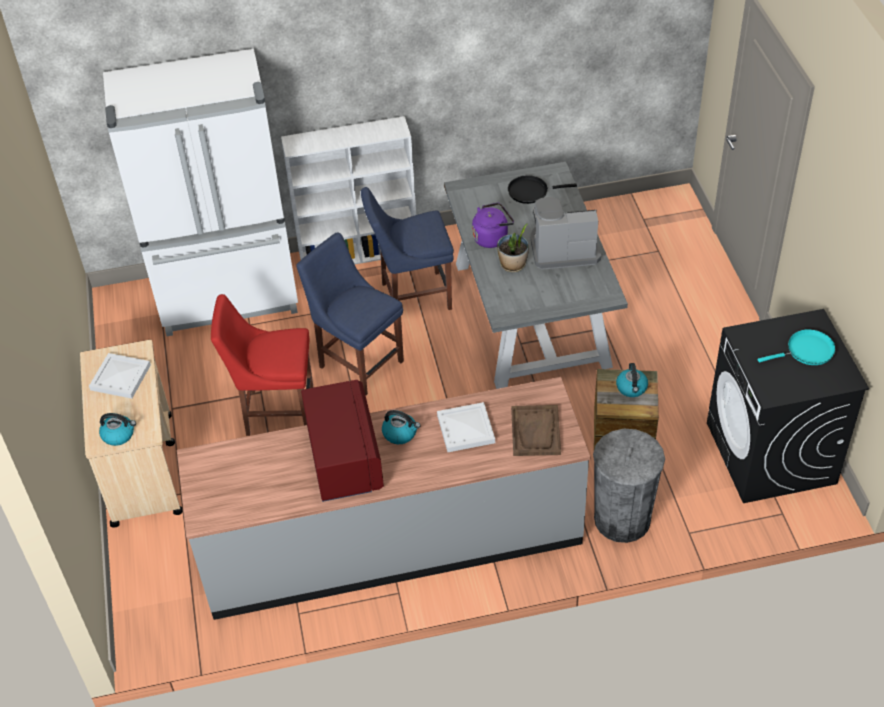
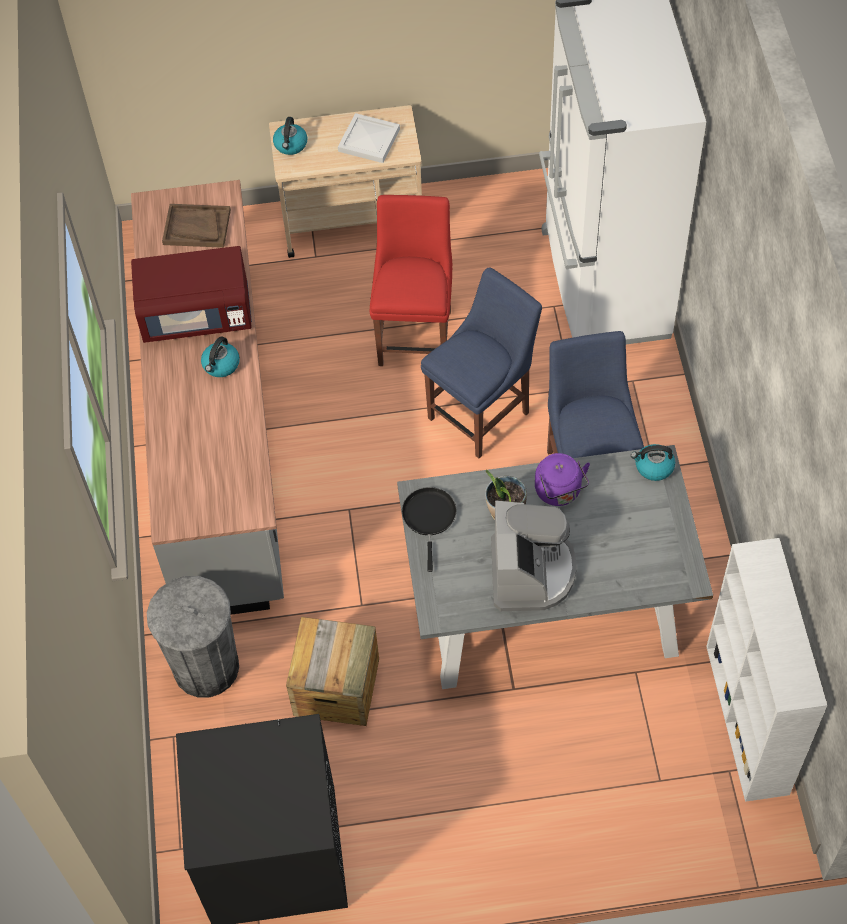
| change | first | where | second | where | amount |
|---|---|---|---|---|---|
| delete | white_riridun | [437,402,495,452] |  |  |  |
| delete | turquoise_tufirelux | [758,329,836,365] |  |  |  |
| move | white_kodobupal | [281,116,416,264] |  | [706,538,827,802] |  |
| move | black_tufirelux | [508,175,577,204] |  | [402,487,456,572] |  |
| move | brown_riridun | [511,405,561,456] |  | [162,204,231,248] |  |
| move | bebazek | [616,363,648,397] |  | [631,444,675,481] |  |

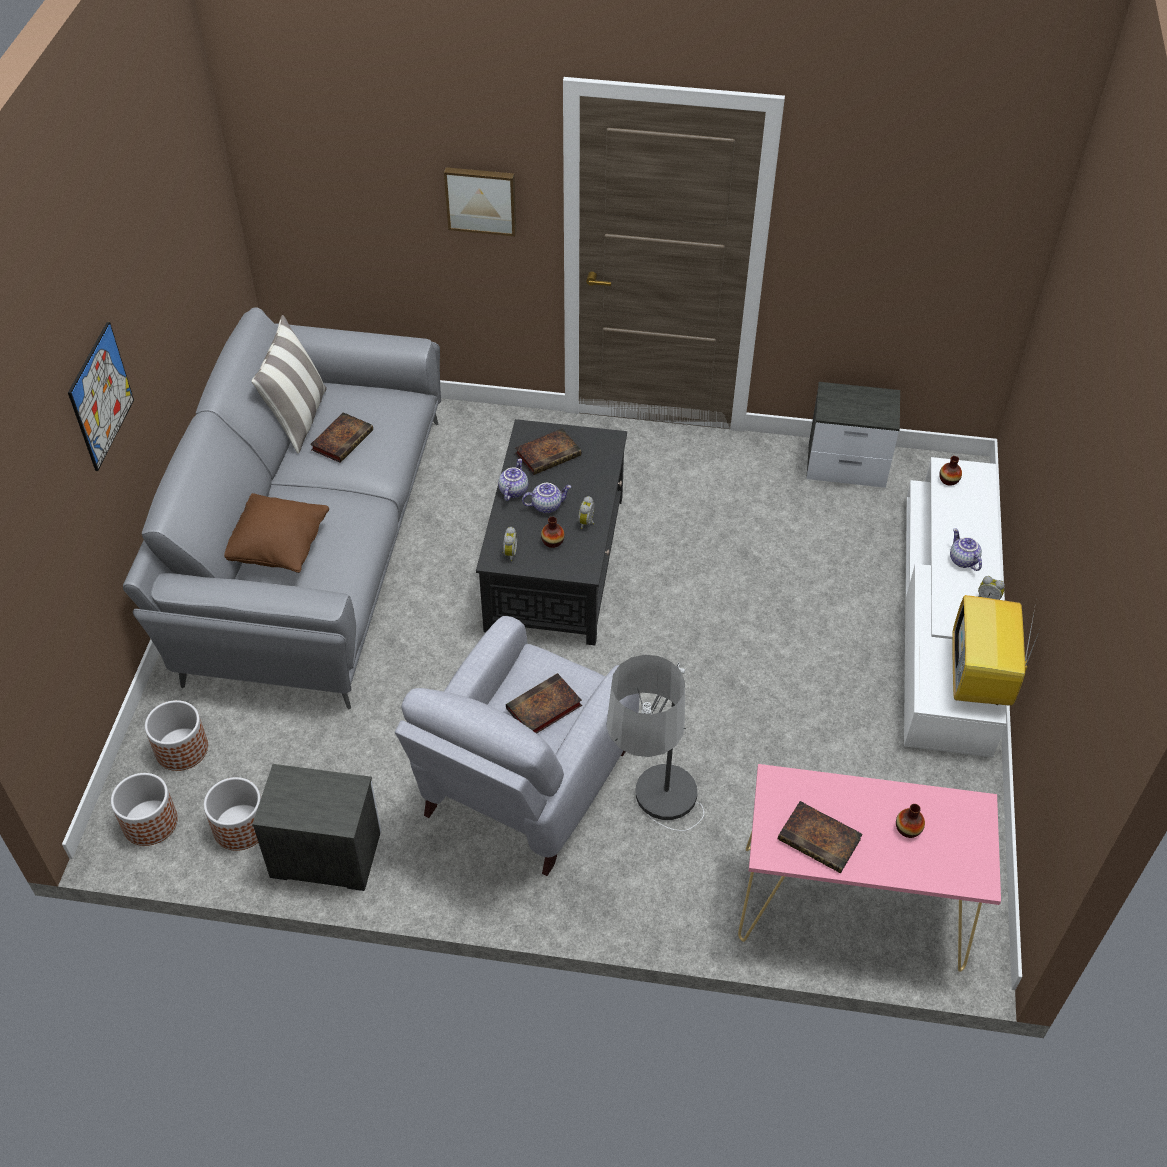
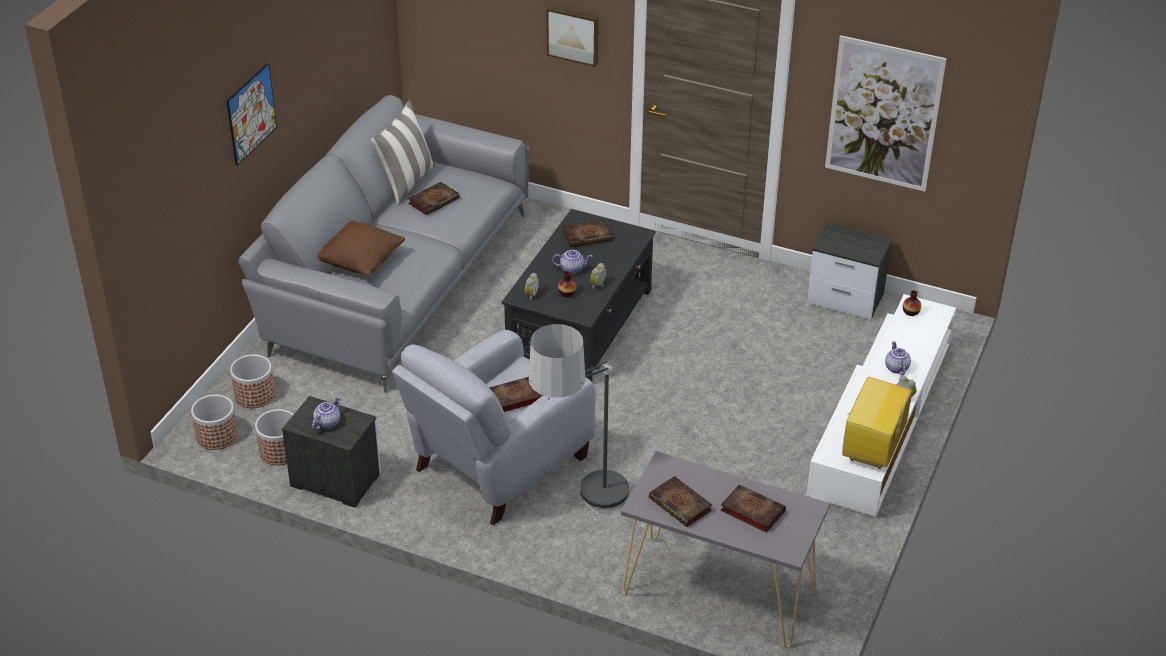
| change | first | where | second | where | amount |
|---|---|---|---|---|---|
| insert |  |  | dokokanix | [825,35,947,192] |  |
| move | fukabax | [498,459,528,501] |  | [312,396,340,430] |  |
| replace | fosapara | [896,804,925,838] | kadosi | [720,484,786,533] |  |
| recolor | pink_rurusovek | [738,764,1001,972] | grey_rurusovek | [621,451,830,648] |  |

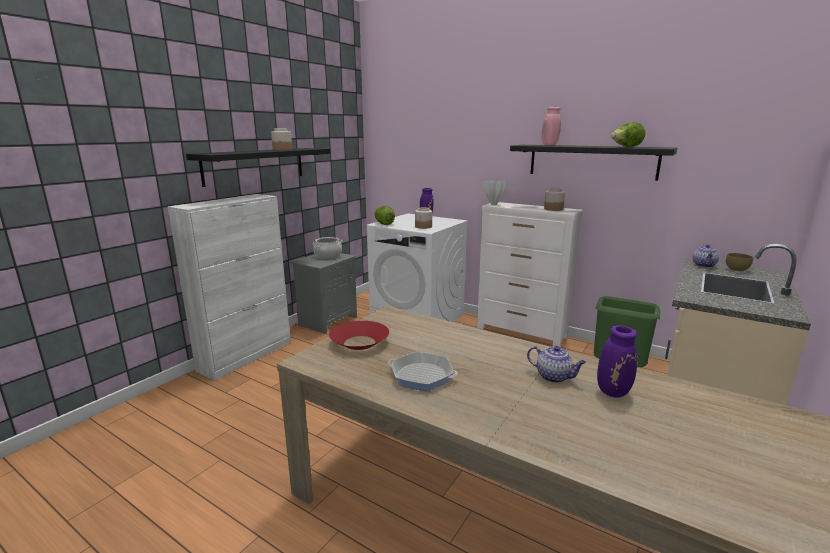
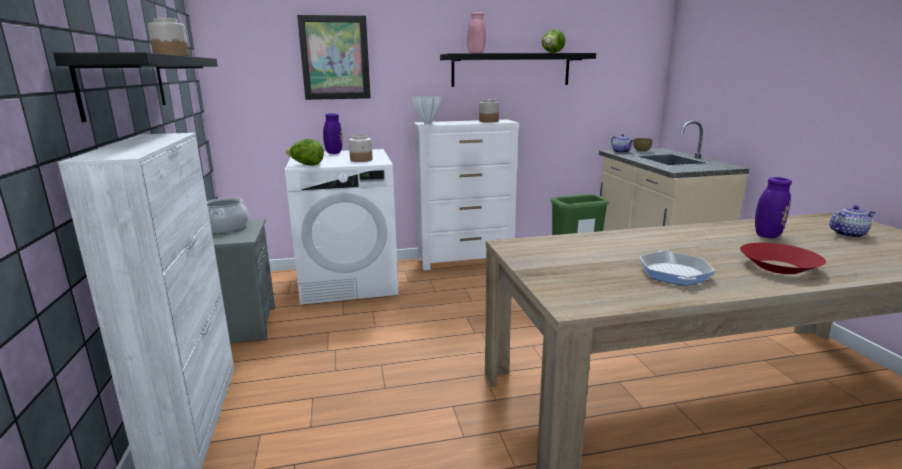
| change | first | where | second | where | amount |
|---|---|---|---|---|---|
| insert |  |  | dokokanix | [297,15,371,100] |  |
| move | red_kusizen | [329,321,389,350] |  | [740,243,826,274] |  |
| move | fukabax | [527,346,586,383] |  | [829,205,876,238] |  |
| rotate | tufirelux | [388,352,458,391] |  | [640,250,715,286] | 60 degrees counterclockwise |

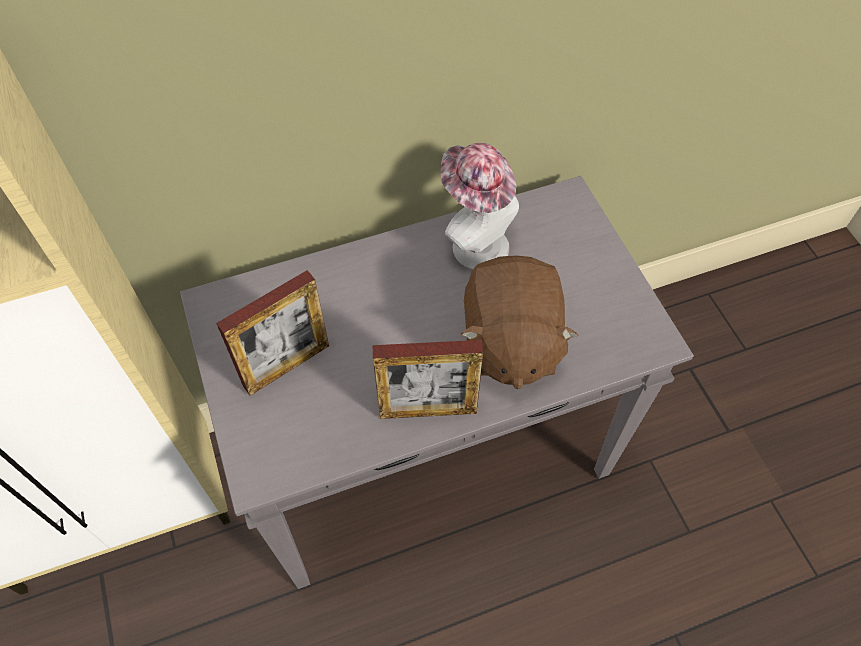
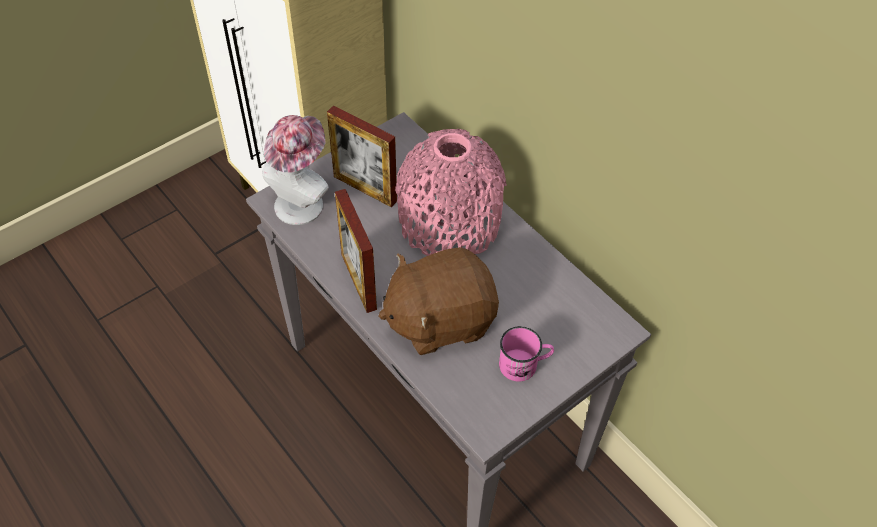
| change | first | where | second | where | amount |
|---|---|---|---|---|---|
| insert |  |  | pink_fosapara | [395,129,507,256] |  |
| insert |  |  | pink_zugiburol | [499,326,554,382] |  |
| move | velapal | [441,143,519,270] |  | [262,115,329,225] |  |

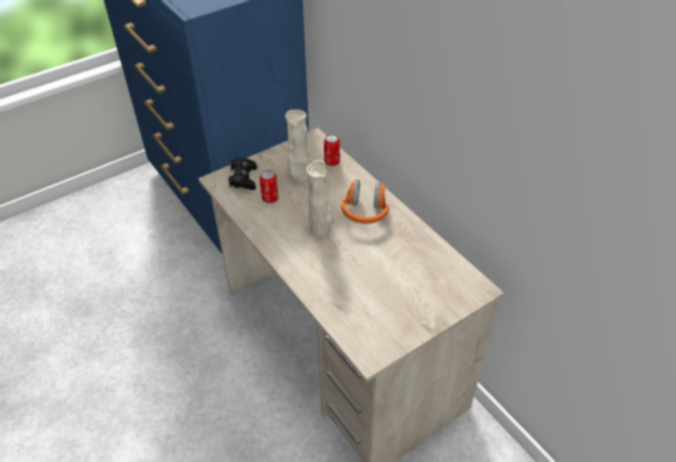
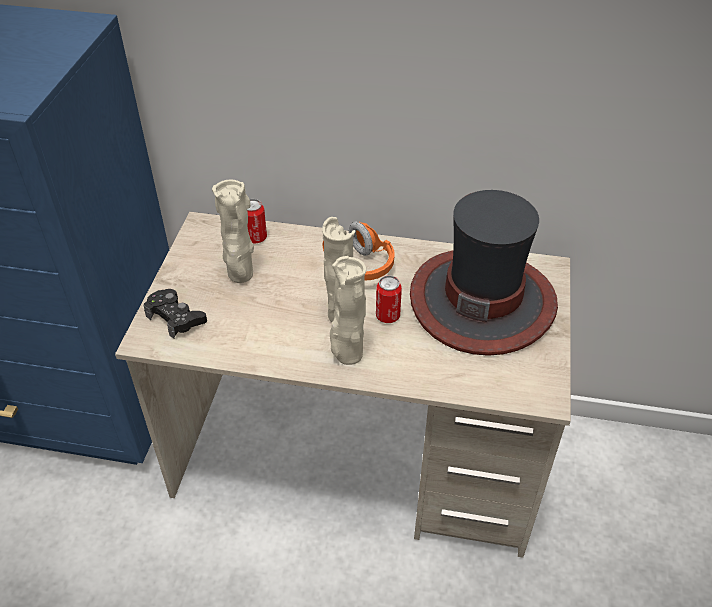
| change | first | where | second | where | amount |
|---|---|---|---|---|---|
| insert |  |  | beige_fosapara | [330,256,366,365] |  |
| insert |  |  | velapal | [410,190,558,356] |  |
| move | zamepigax | [260,170,279,203] |  | [376,276,402,323] |  |

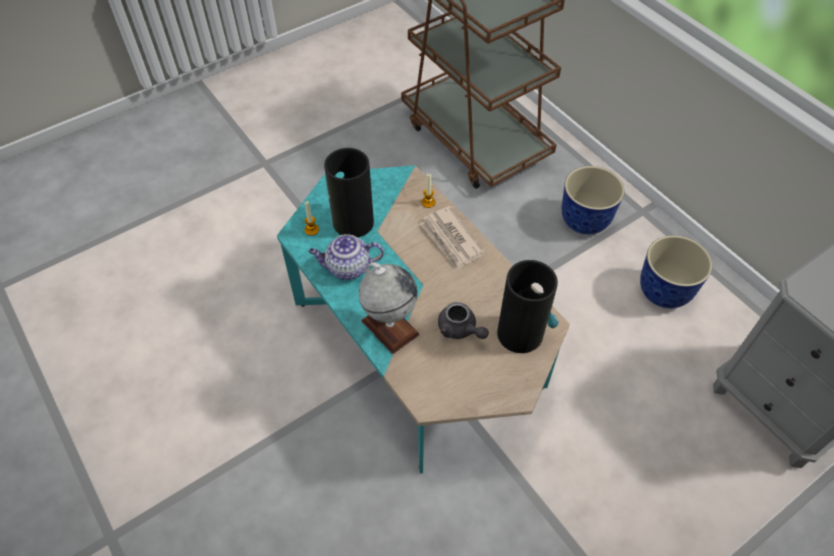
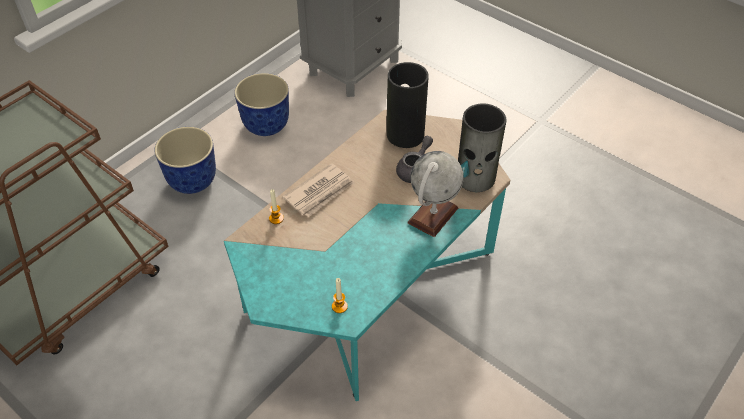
| change | first | where | second | where | amount |
|---|---|---|---|---|---|
| delete | fukabax | [308,234,384,280] |  |  |  |
| move | fosapara | [324,148,374,237] |  | [458,103,506,192] |  |

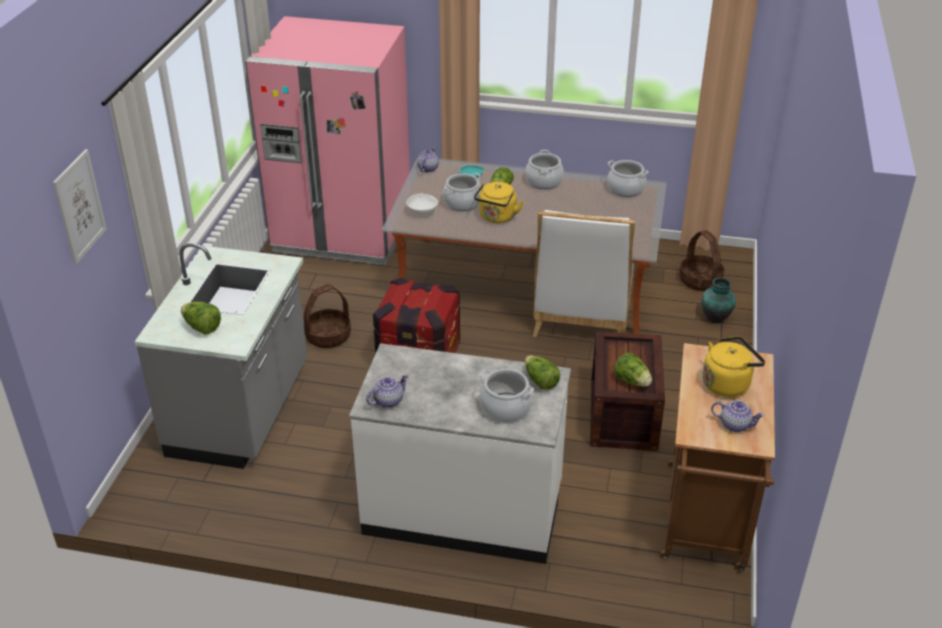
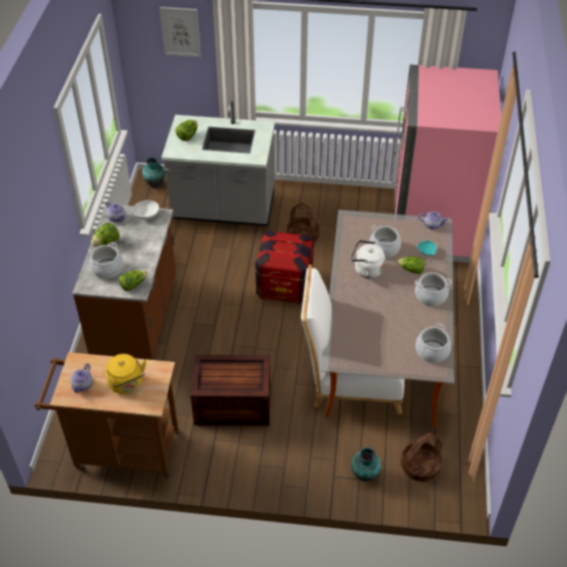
| change | first | where | second | where | amount |
|---|---|---|---|---|---|
| insert |  |  | fosapara | [142,157,165,188] |  |
| move | white_kusizen | [406,194,438,215] |  | [133,200,159,219] |  |
| move | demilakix | [614,353,652,387] |  | [91,223,120,247] |  |
| recolor | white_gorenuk | [349,343,571,564] | brown_gorenuk | [72,204,176,360] |  |
| recolor | yellow_bebazek | [474,182,523,223] | white_bebazek | [351,240,385,278] |  |

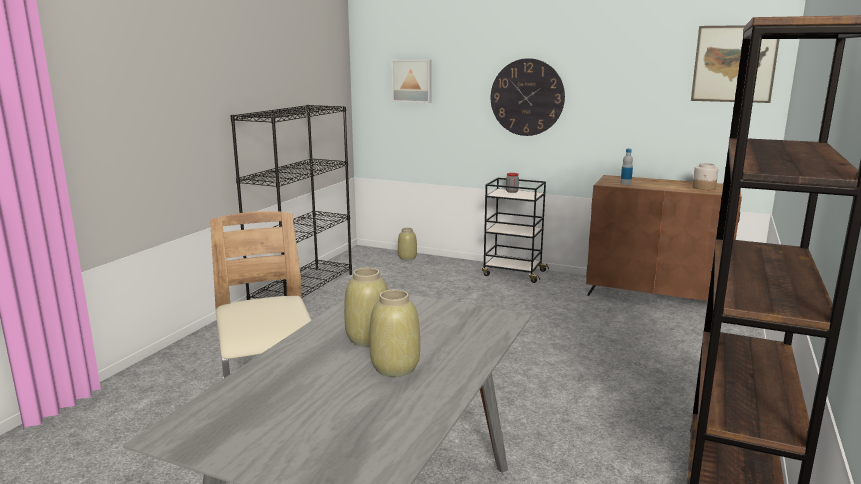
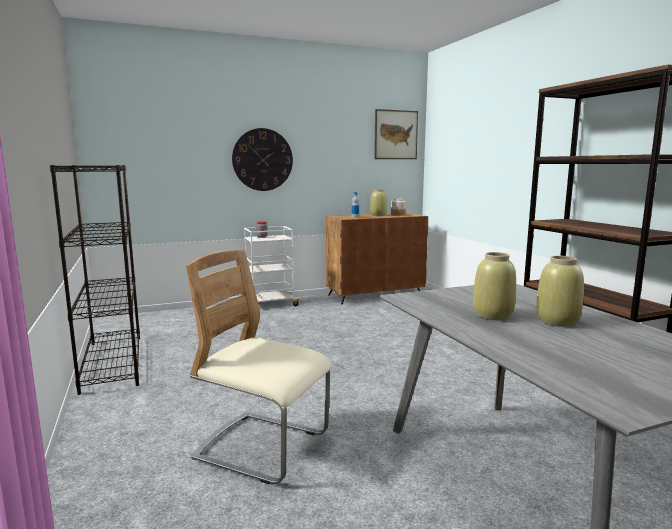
| change | first | where | second | where | amount |
|---|---|---|---|---|---|
| delete | dokokanix | [391,59,432,103] |  |  |  |
| move | beige_fosapara | [398,228,417,260] |  | [370,189,387,216] |  |
| recolor | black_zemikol | [482,178,549,283] | white_zemikol | [244,226,301,306] |  |

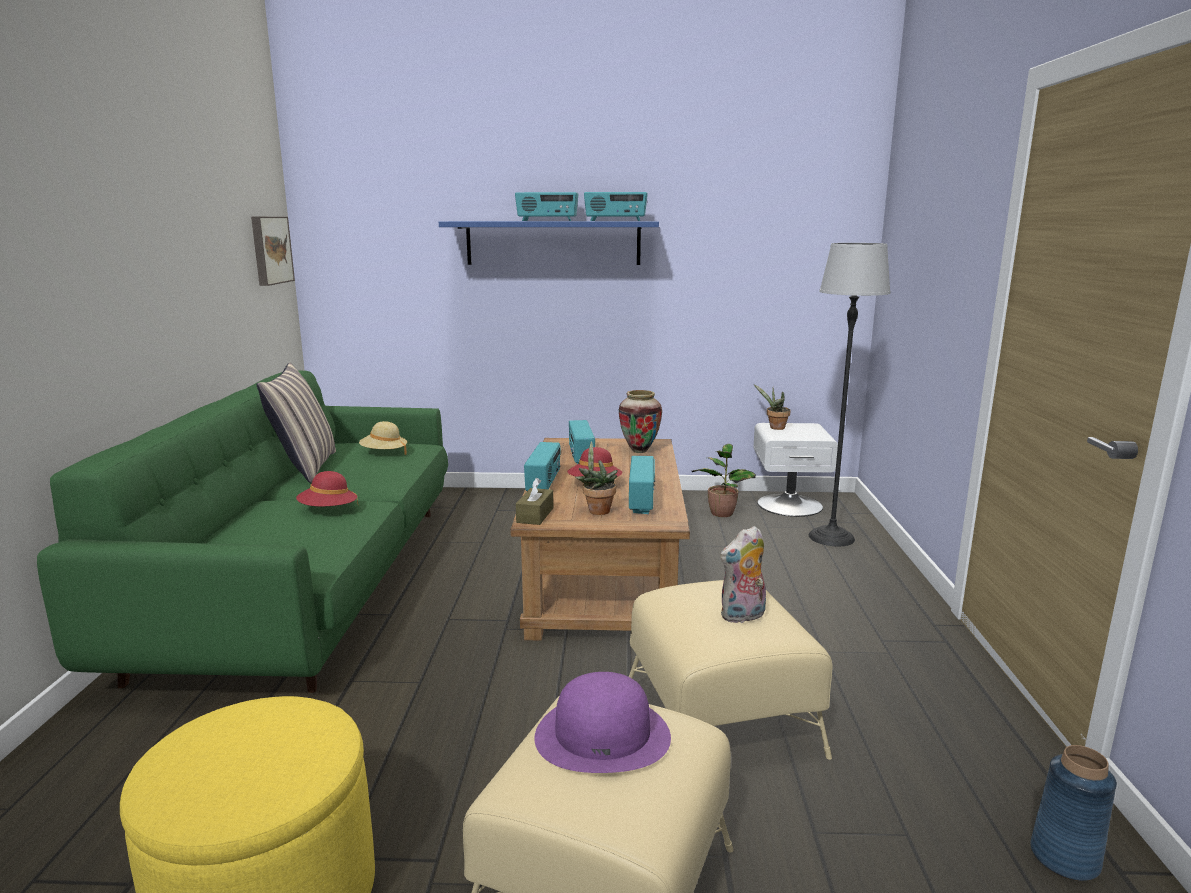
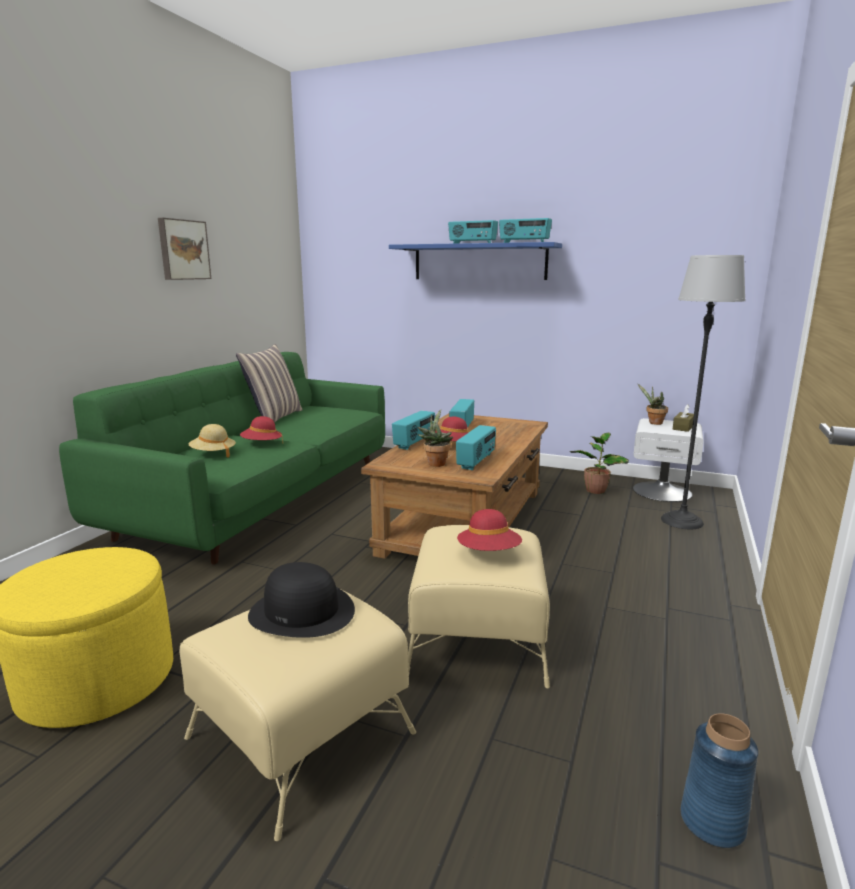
| change | first | where | second | where | amount |
|---|---|---|---|---|---|
| delete | fosapara | [619,390,662,453] |  |  |  |
| move | dokokanix | [251,217,295,286] |  | [158,218,211,280] |  |
| move | beige_velapal | [359,421,407,455] |  | [189,424,236,458] |  |
| move | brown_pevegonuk | [516,478,553,525] |  | [673,404,694,432] |  |
| replace | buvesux | [720,526,766,624] | red_velapal | [457,509,522,551] |  |
| recolor | purple_velapal | [534,672,671,773] | black_velapal | [248,562,355,638] |  |

